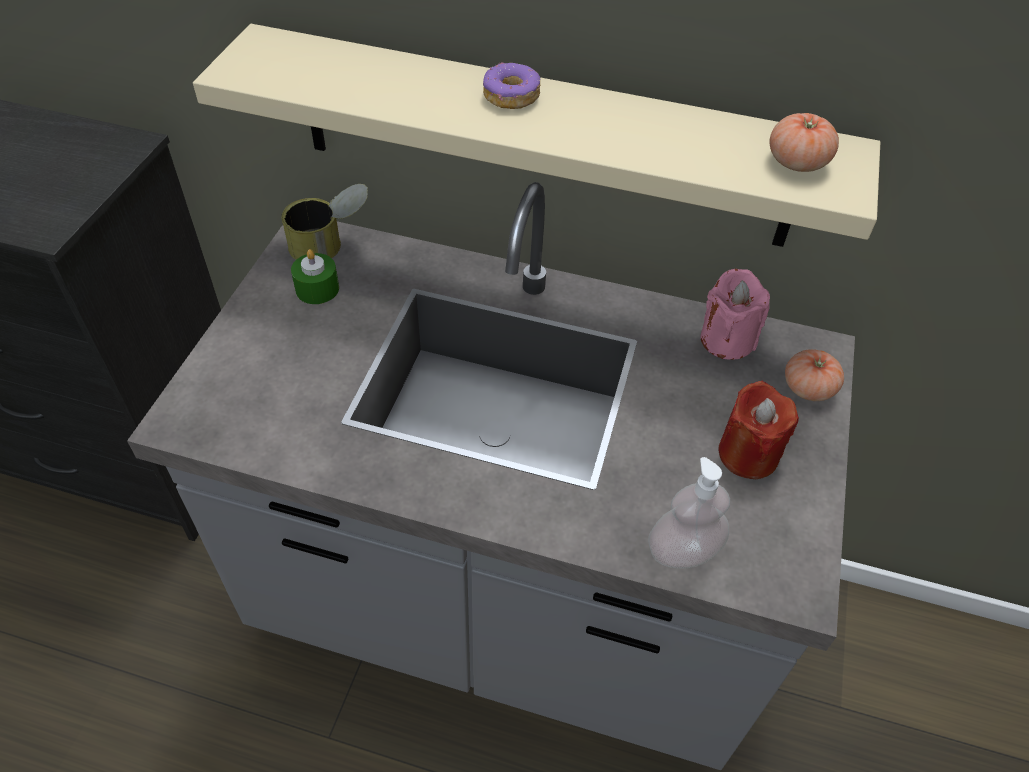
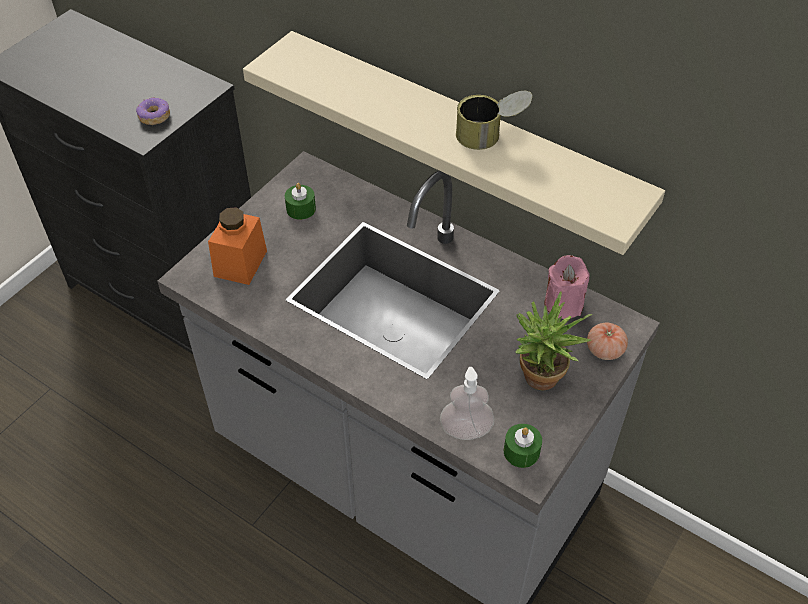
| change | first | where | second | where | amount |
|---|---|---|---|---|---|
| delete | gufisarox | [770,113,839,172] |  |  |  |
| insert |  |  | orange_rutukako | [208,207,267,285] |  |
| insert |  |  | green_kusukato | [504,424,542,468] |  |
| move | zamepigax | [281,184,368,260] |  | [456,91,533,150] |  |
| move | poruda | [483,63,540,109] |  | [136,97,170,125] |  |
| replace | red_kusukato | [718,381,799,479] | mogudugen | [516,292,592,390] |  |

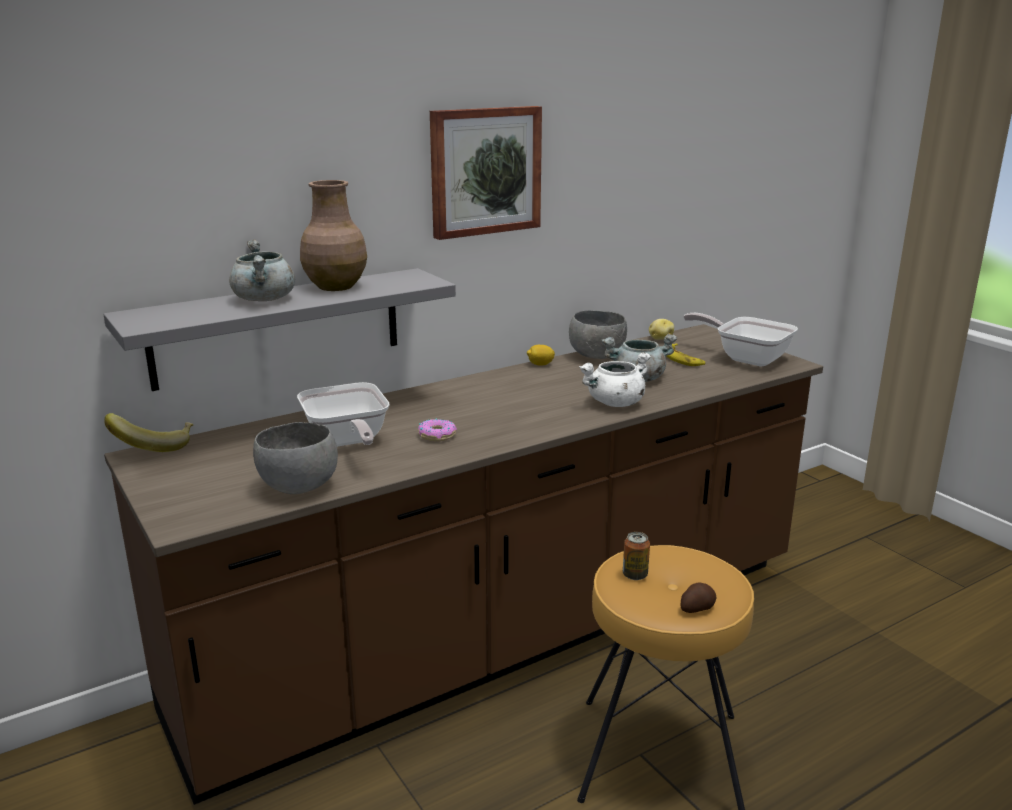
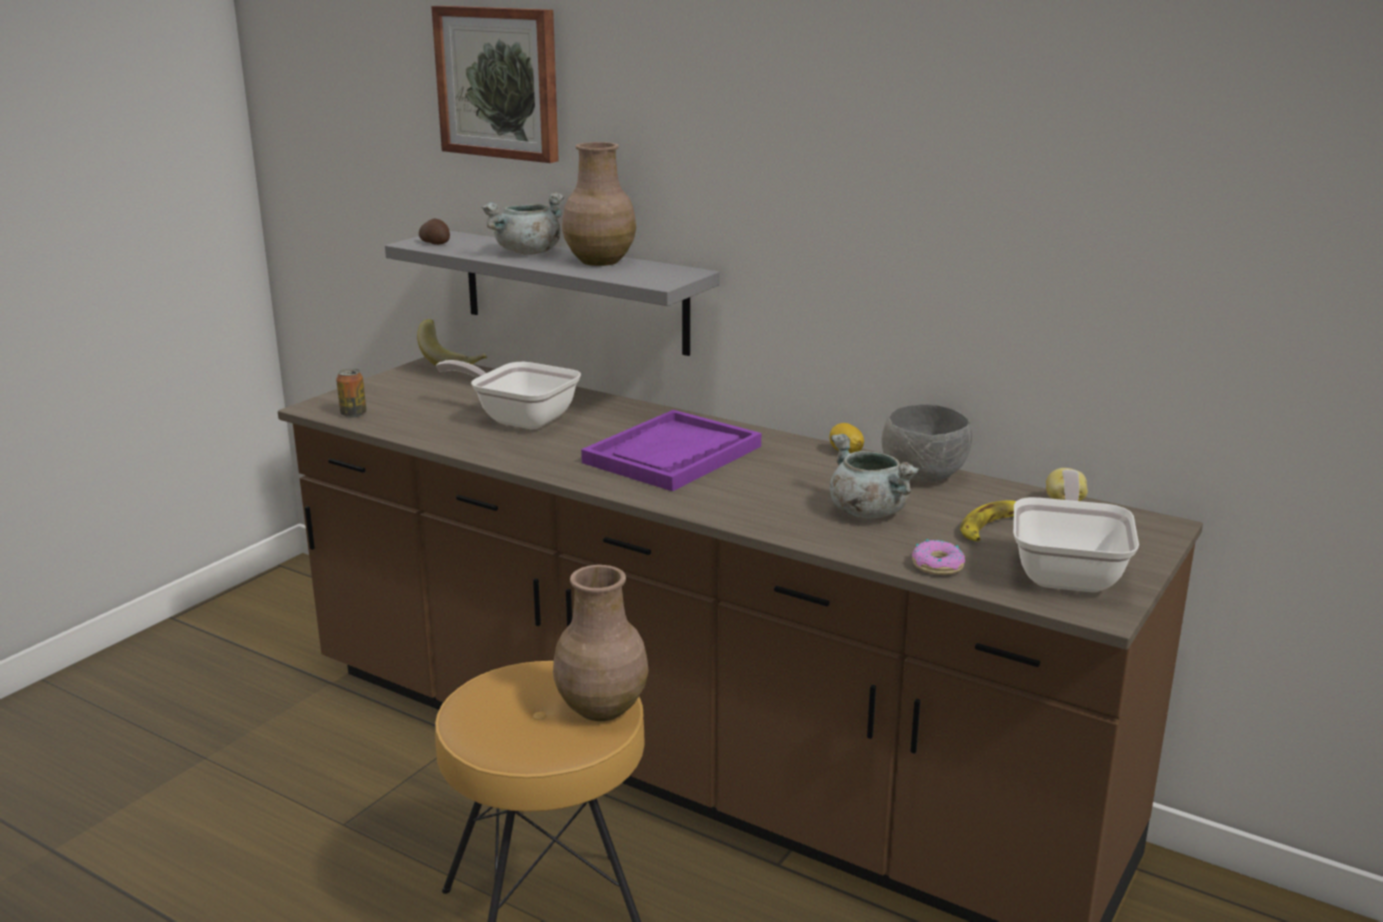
| change | first | where | second | where | amount |
|---|---|---|---|---|---|
| delete | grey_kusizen | [253,422,338,494] |  |  |  |
| delete | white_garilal | [579,352,651,407] |  |  |  |
| insert |  |  | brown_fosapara | [553,565,649,721] |  |
| insert |  |  | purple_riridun | [581,410,761,491] |  |
| move | poruda | [418,419,457,442] |  | [912,539,965,575] |  |
| move | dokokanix | [430,106,542,240] |  | [431,6,559,163] |  |
| move | zamepigax | [623,532,650,580] |  | [336,368,367,418] |  |
| move | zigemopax | [680,583,717,613] |  | [419,218,450,245] |  |
| rotate | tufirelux | [297,382,390,447] |  | [436,360,581,429] | 75 degrees clockwise |

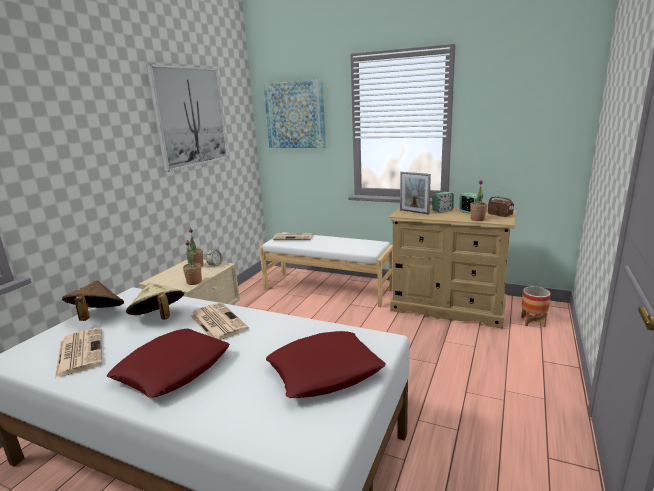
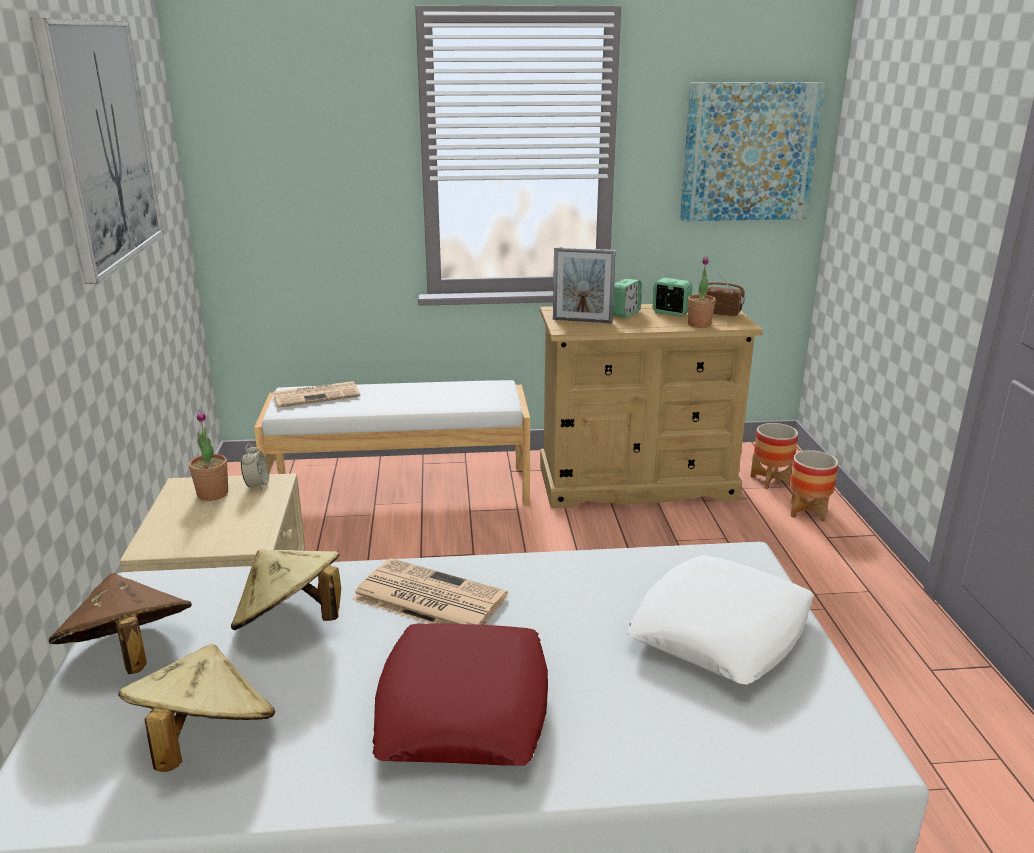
| change | first | where | second | where | amount |
|---|---|---|---|---|---|
| delete | mogudugen | [183,240,202,285] |  |  |  |
| insert |  |  | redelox | [790,450,838,522] |  |
| move | dokokanix | [263,79,326,148] |  | [680,82,825,221] |  |
| replace | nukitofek | [55,328,102,378] | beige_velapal | [118,644,275,772] |  |
| recolor | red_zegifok | [266,331,386,398] | white_zegifok | [627,555,814,685] |  |

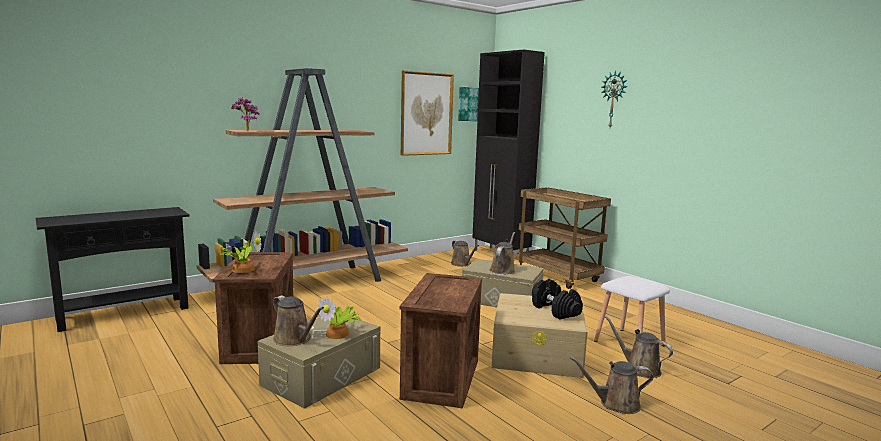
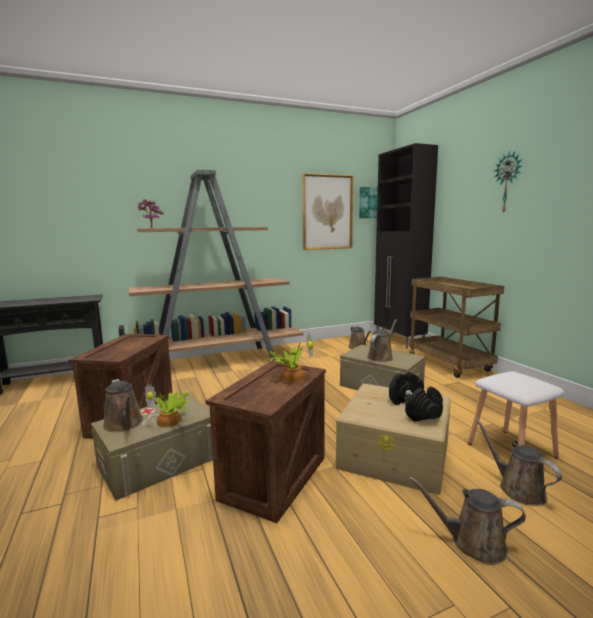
| change | first | where | second | where | amount |
|---|---|---|---|---|---|
| move | mogudugen | [219,231,262,273] |  | [268,334,313,382] |  |

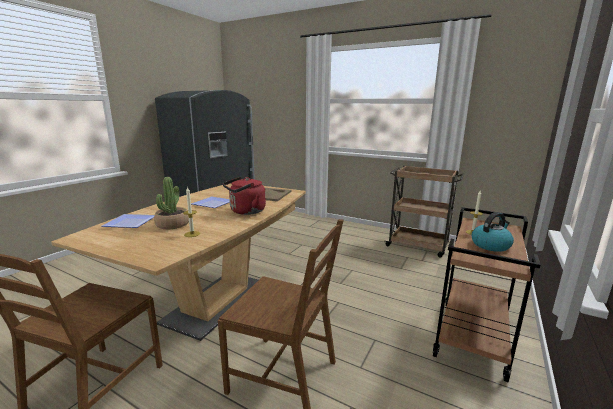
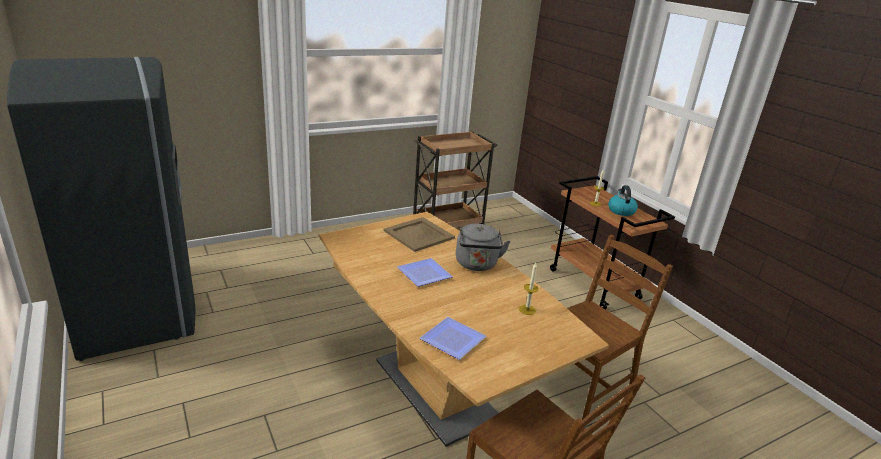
| change | first | where | second | where | amount |
|---|---|---|---|---|---|
| delete | mogudugen | [154,177,189,229] |  |  |  |
| recolor | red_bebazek | [223,177,266,215] | grey_bebazek | [456,224,510,271] |  |

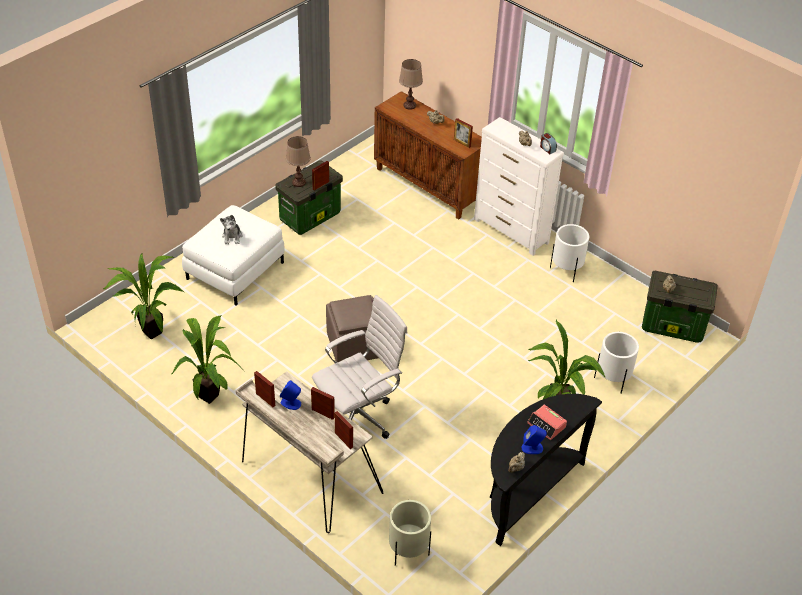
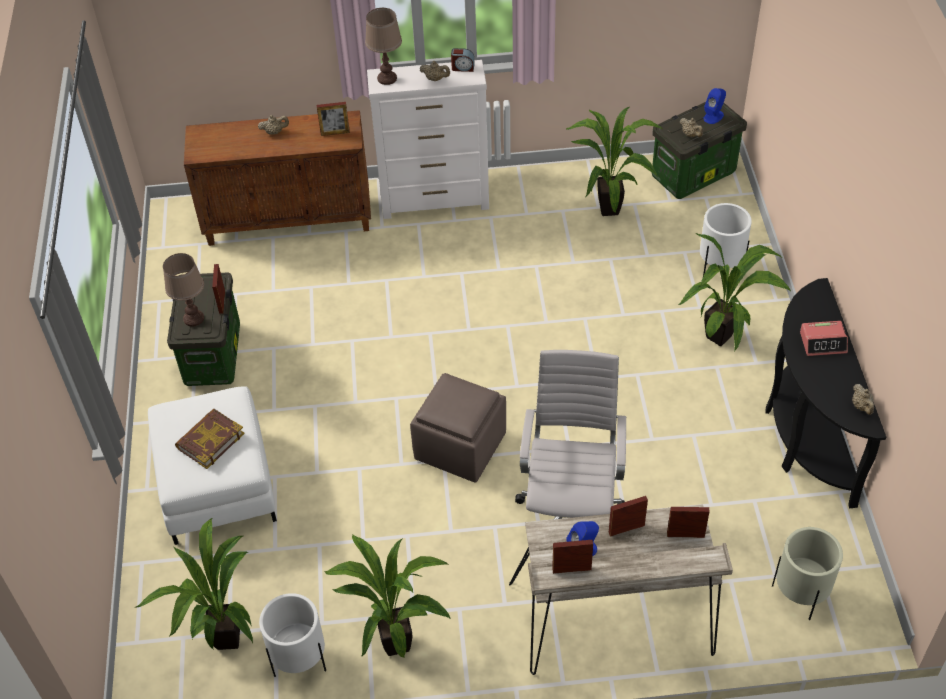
| change | first | where | second | where | amount |
|---|---|---|---|---|---|
| insert |  |  | mogudugen | [566,107,662,216] |  |
| move | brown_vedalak | [399,59,423,110] |  | [365,8,402,85] |  |
| move | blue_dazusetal | [522,425,547,454] |  | [703,88,726,124] |  |
| move | white_redelox | [550,224,589,282] |  | [259,593,326,677] |  |
| replace | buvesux | [220,215,242,244] | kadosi | [175,409,245,469] |  |

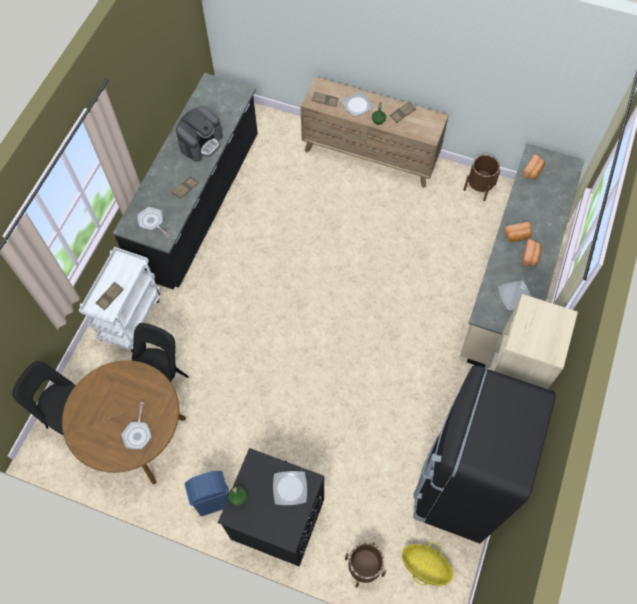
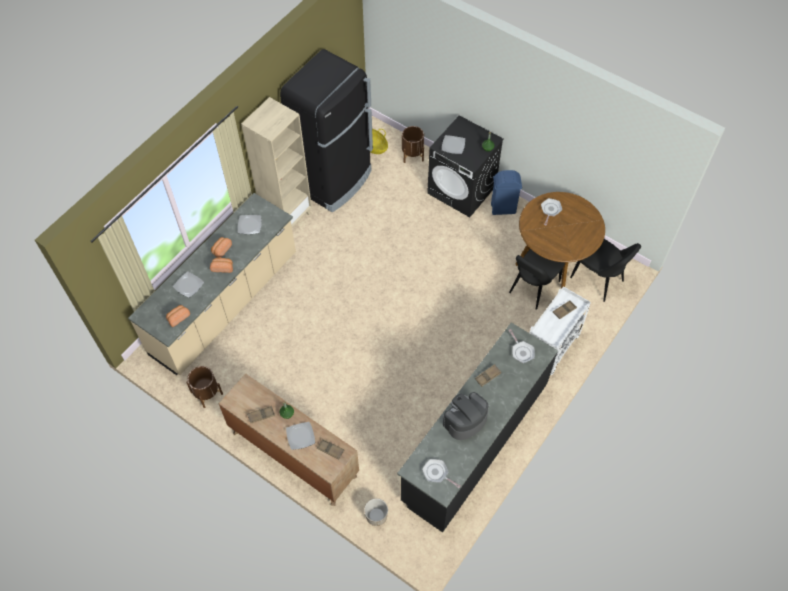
| change | first | where | second | where | amount |
|---|---|---|---|---|---|
| insert |  |  | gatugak | [173,271,204,298] |  |
| insert |  |  | redelox | [364,498,388,526] |  |
| insert |  |  | tufirelux | [422,459,461,488] |  |

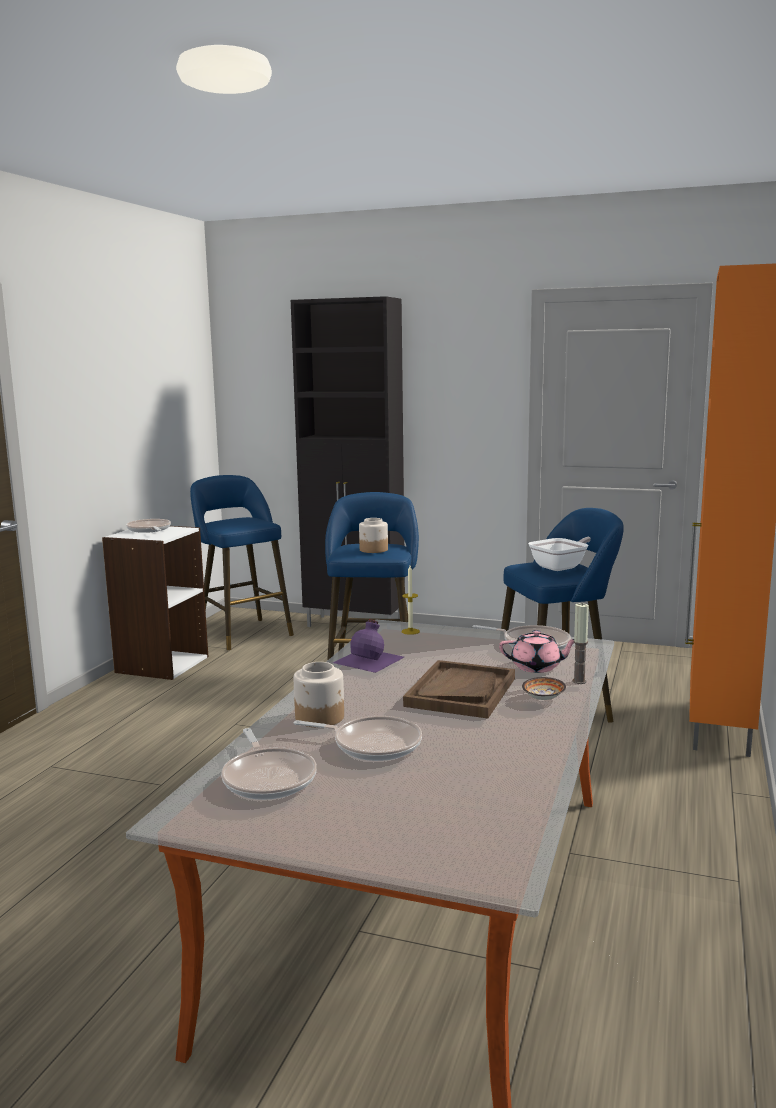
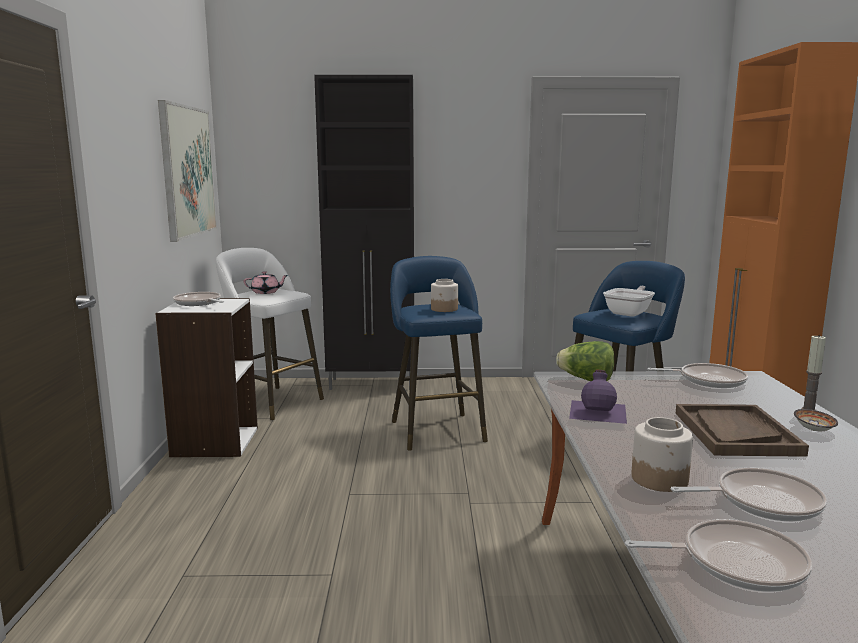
| change | first | where | second | where | amount |
|---|---|---|---|---|---|
| insert |  |  | dokokanix | [158,100,217,242] |  |
| move | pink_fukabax | [499,630,574,673] |  | [244,271,288,294] |  |
| replace | kusukato | [401,566,420,635] | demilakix | [556,341,614,381] |  |
| recolor | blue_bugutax | [190,475,294,650] | white_bugutax | [216,248,324,420] |  |
| rotate | tufirelux | [221,728,317,800] |  | [625,519,812,592] | 45 degrees counterclockwise |

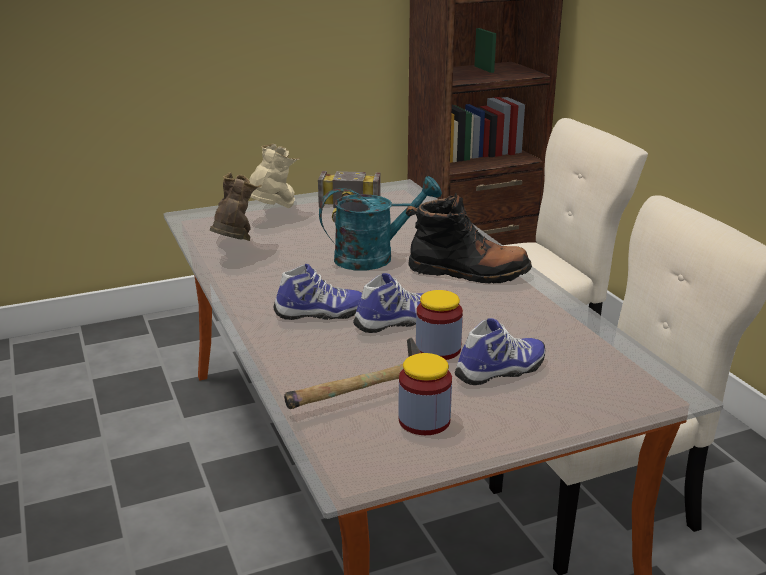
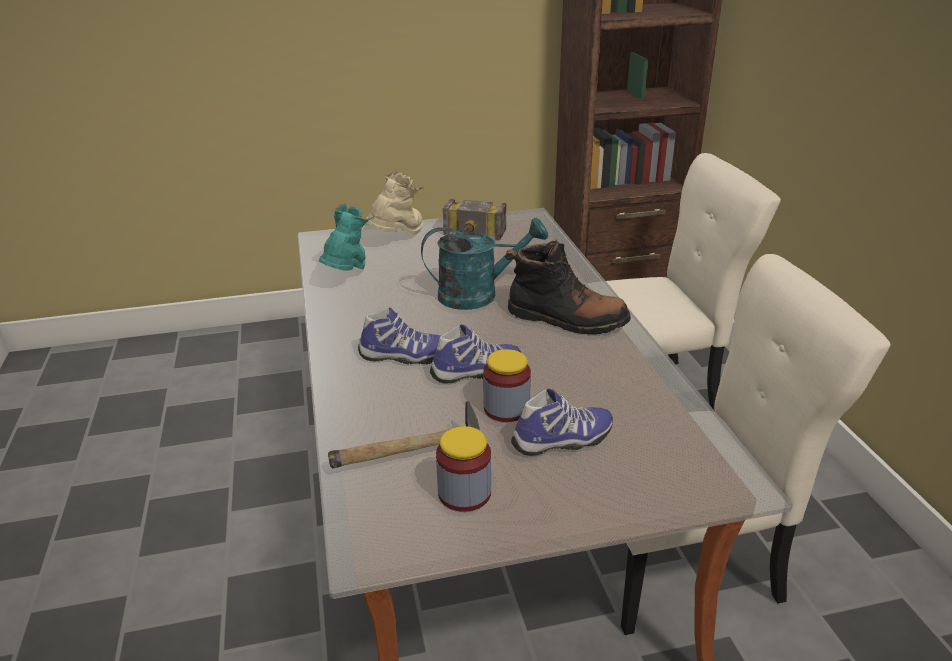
| change | first | where | second | where | amount |
|---|---|---|---|---|---|
| recolor | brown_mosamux | [210,173,262,241] | turquoise_mosamux | [319,203,374,271] |  |

